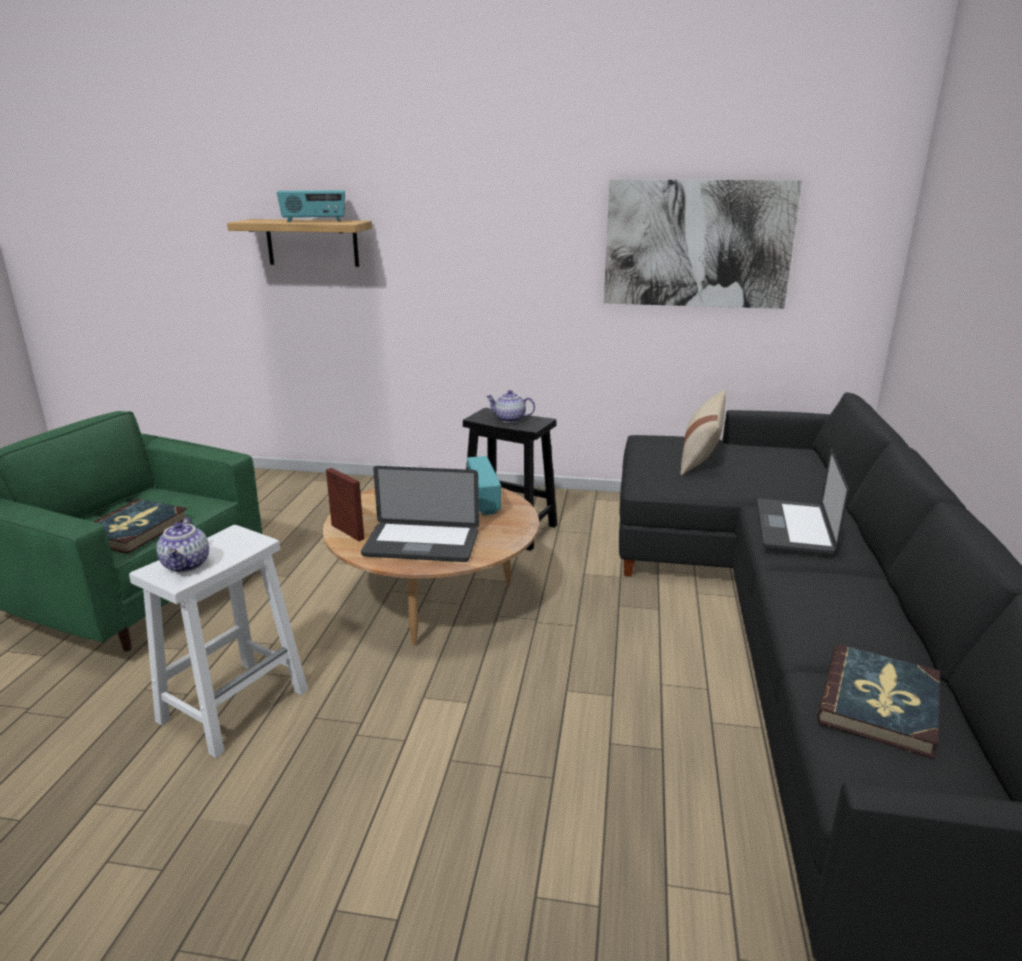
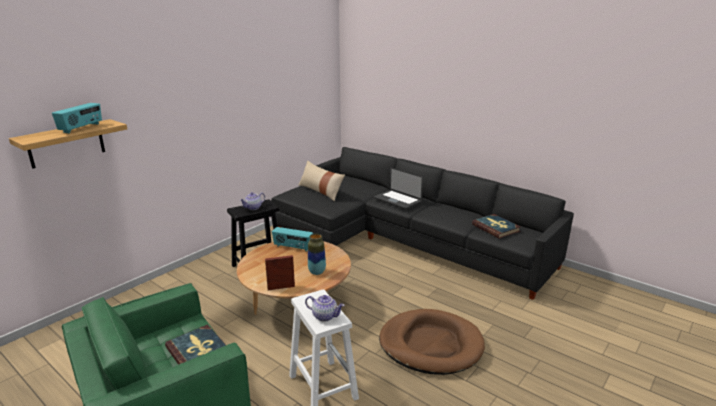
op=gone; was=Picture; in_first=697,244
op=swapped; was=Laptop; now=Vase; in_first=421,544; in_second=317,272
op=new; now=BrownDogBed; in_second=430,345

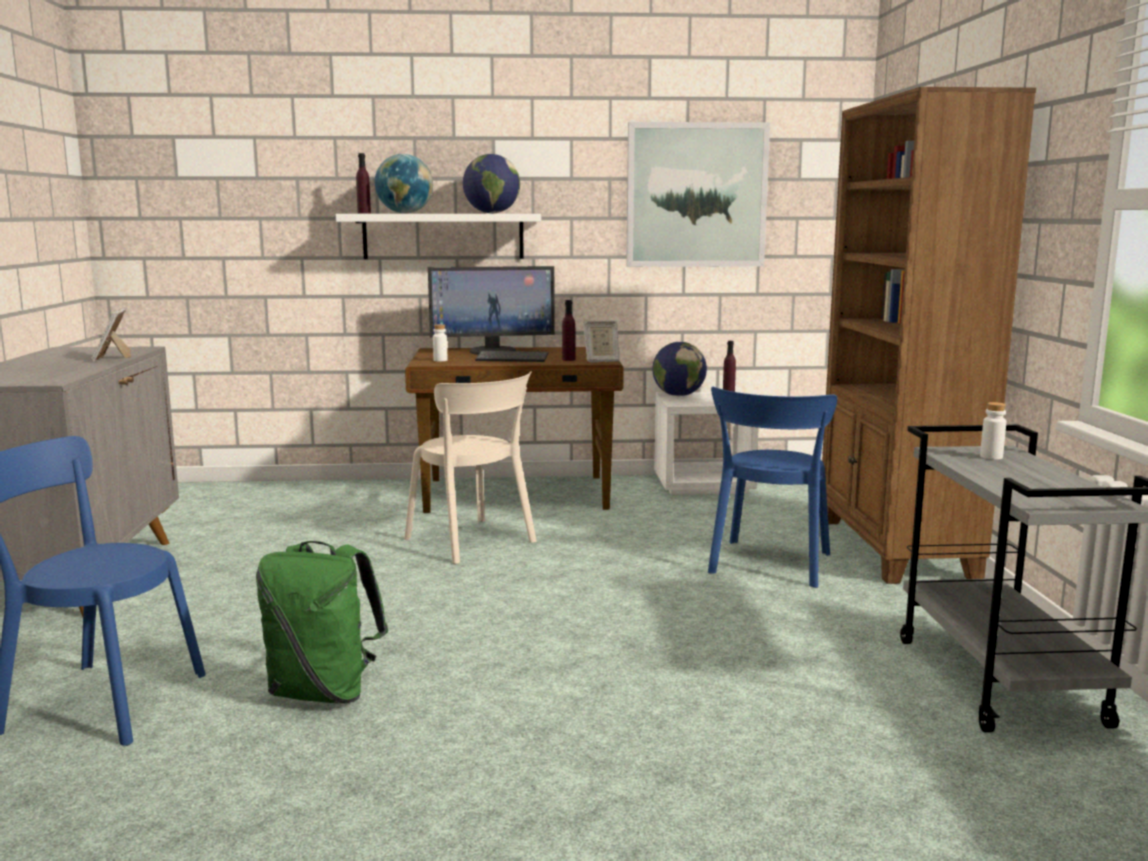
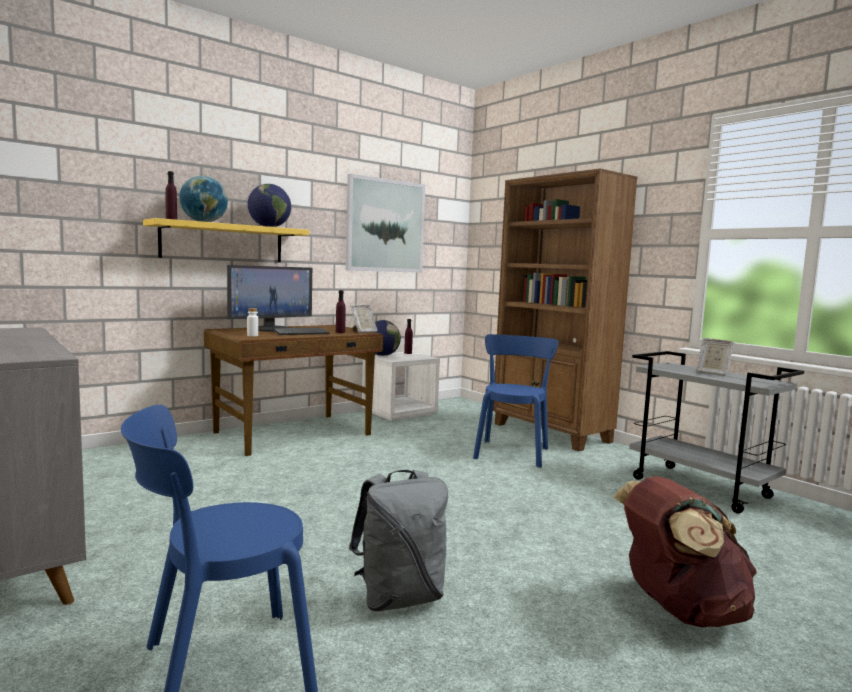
op=repainted; was=WhiteShelf; now=YellowShelf; in_first=443,236; in_second=223,242
op=shifted; was=PictureFrame; in_first=111,359; in_second=712,373
op=gone; was=BeigeChair; in_first=473,542
op=rotated; was=BlueChair; in_first=769,565; in_second=512,452; clockwise=-150
op=gone; was=WhiteBottle; in_first=991,457
op=repainted; was=GreenBackpack; now=GreyBackpack; in_first=324,692; in_second=399,598
op=new; now=BrownBackpack; in_second=679,610

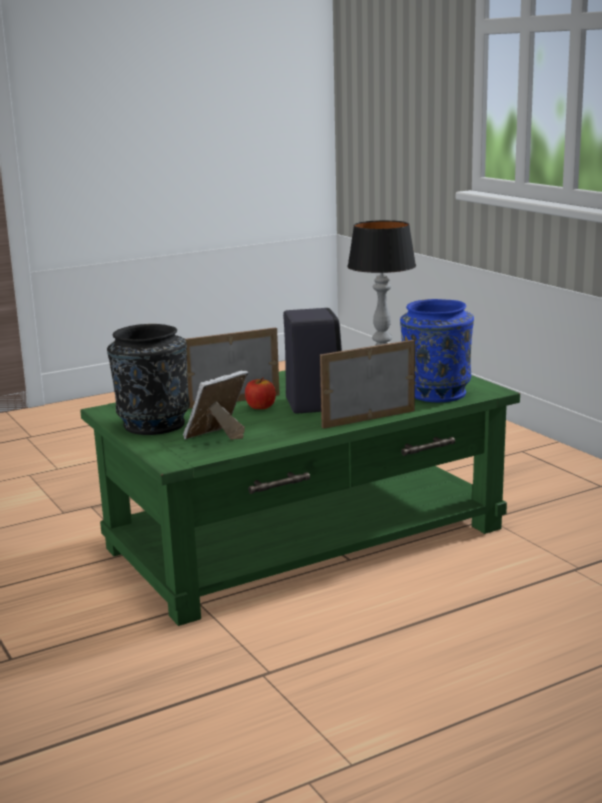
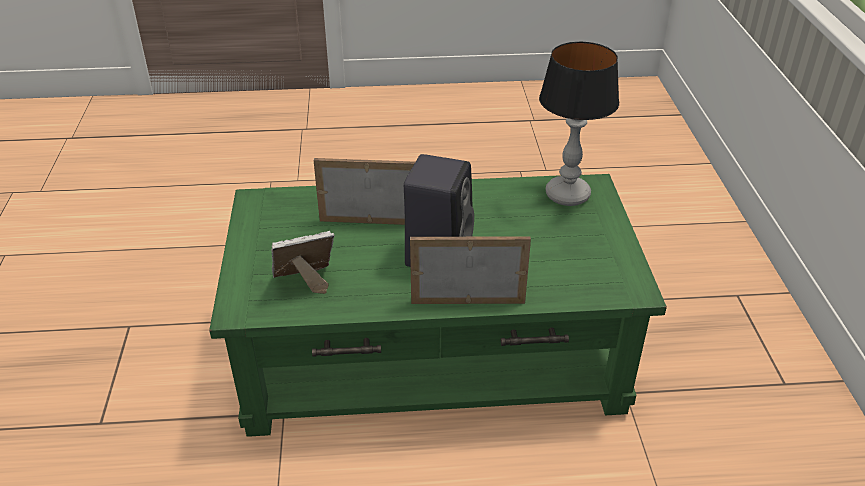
op=gone; was=BlueVase; in_first=435,393
op=gone; was=BlackVase; in_first=152,424
op=gone; was=Apple; in_first=260,407

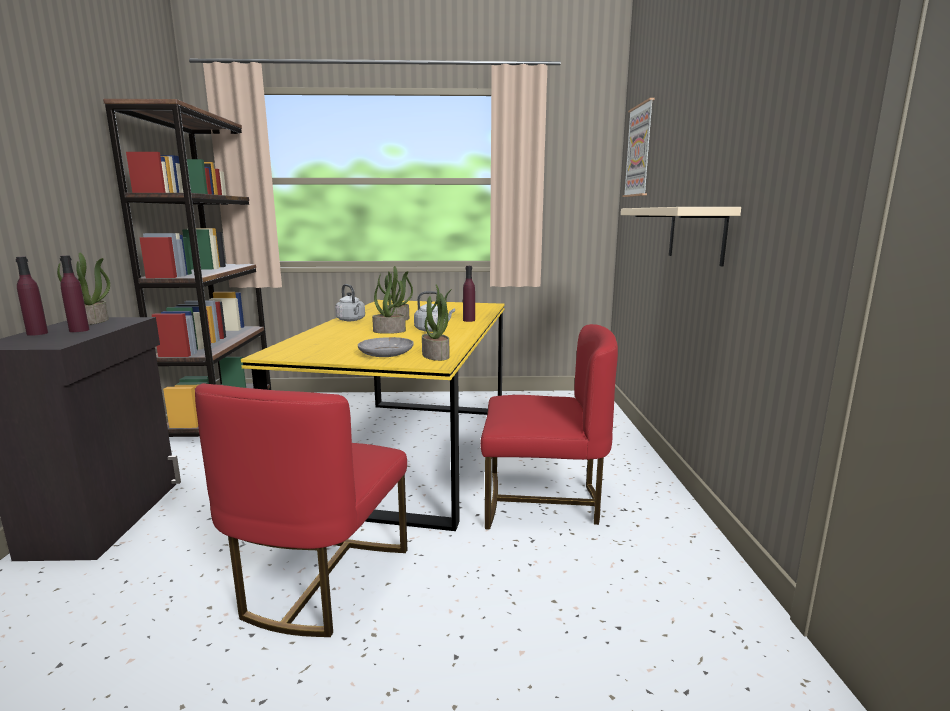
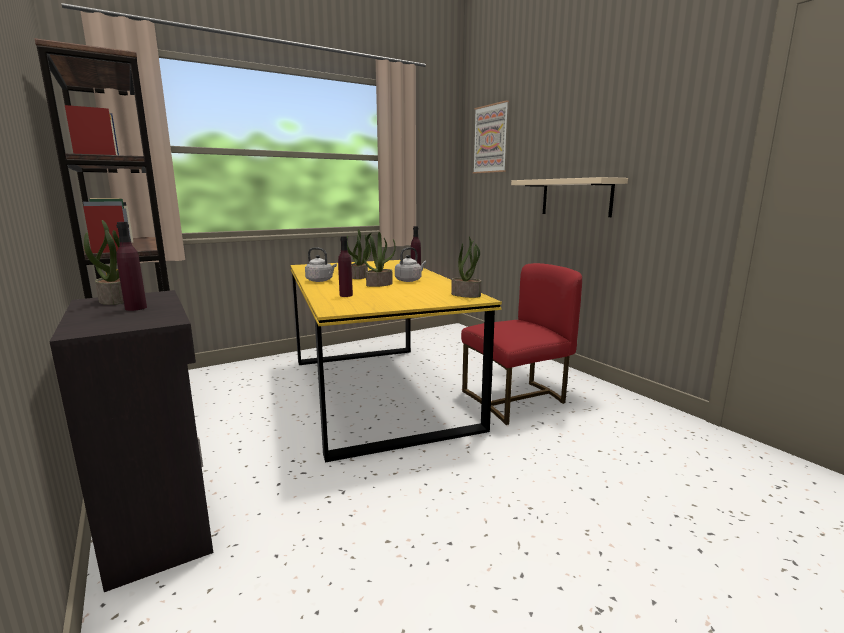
op=shifted; was=PurpleBottle; in_first=37,333; in_second=346,295
op=gone; was=GreyPlate; in_first=386,354
op=gone; was=RedChair; in_first=320,580

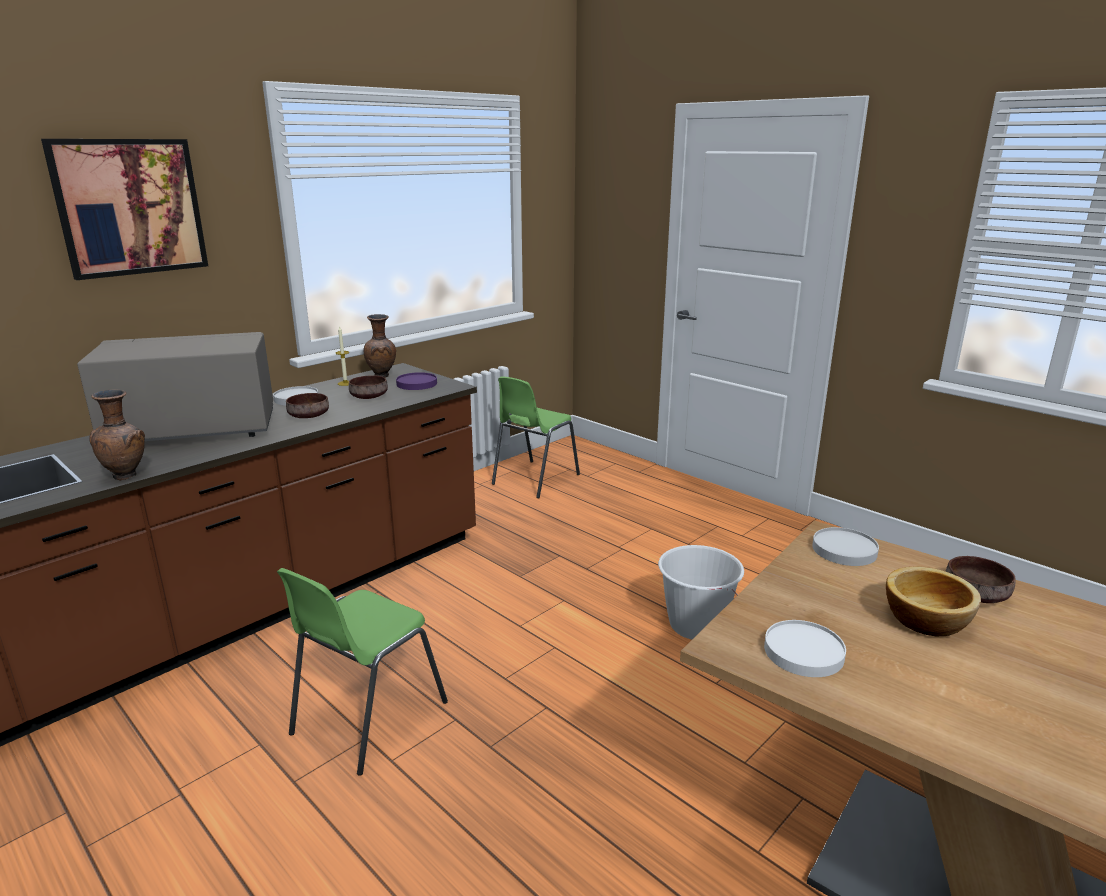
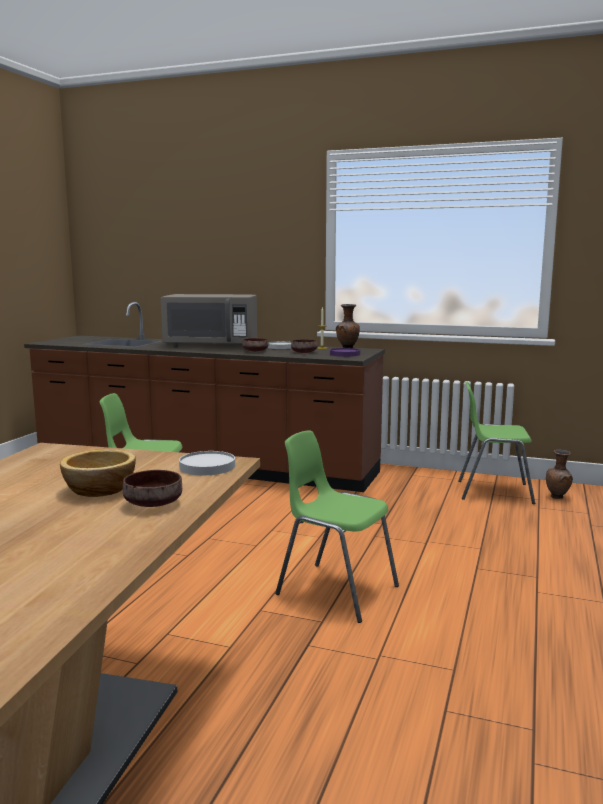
op=gone; was=Picture; in_first=130,207
op=rotated; was=GreyMicrowave; in_first=192,430; in_second=211,345; clockwise=135
op=shifted; was=BrownVase; in_first=127,476; in_second=558,497
op=swapped; was=WhiteBucket; now=GreenChair; in_first=695,625; in_second=336,590
op=gone; was=WhitePlate; in_first=803,652

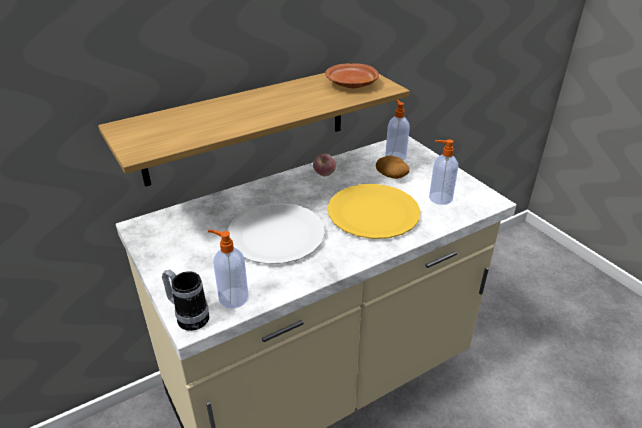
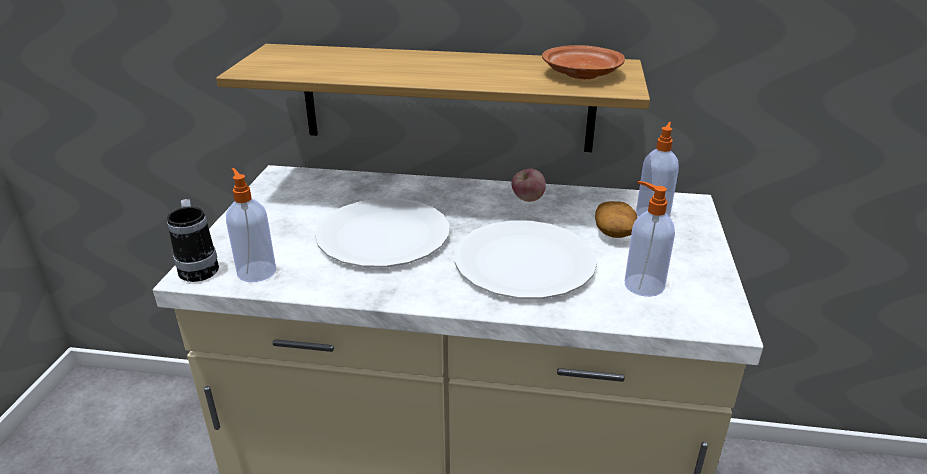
op=repainted; was=YellowPlate; now=WhitePlate; in_first=373,213; in_second=524,262

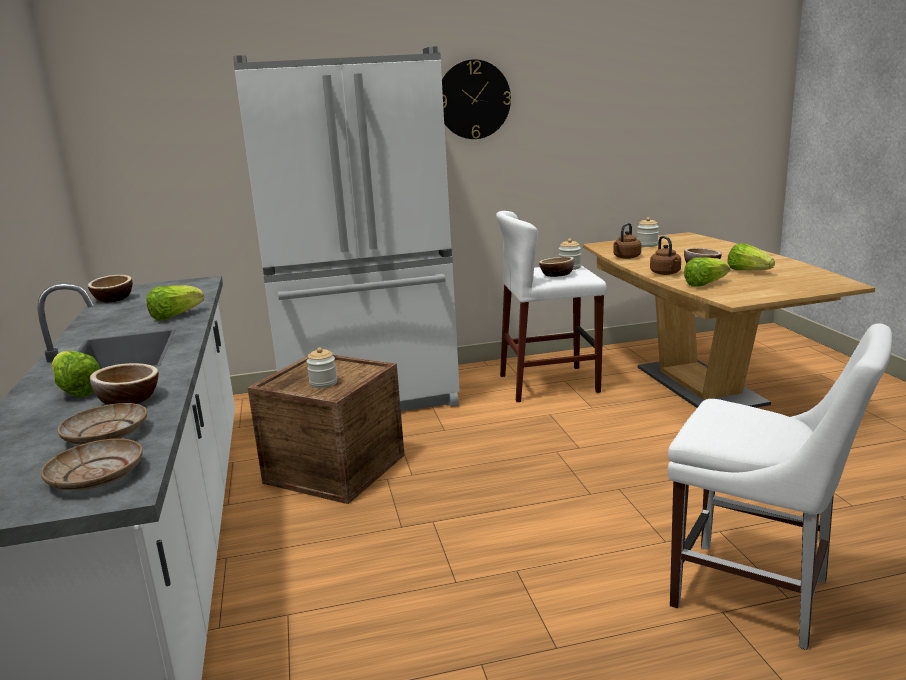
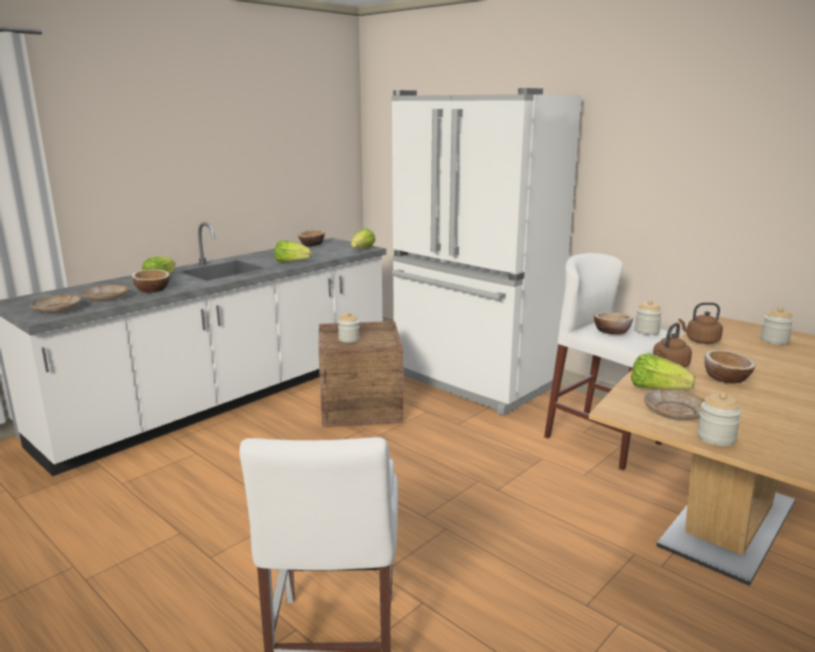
op=gone; was=WallClock; in_first=473,100
op=shifted; was=Lettuce; in_first=748,271; in_second=362,249
op=new; now=BeigePlate; in_second=674,412
op=new; now=Jar; in_second=716,438

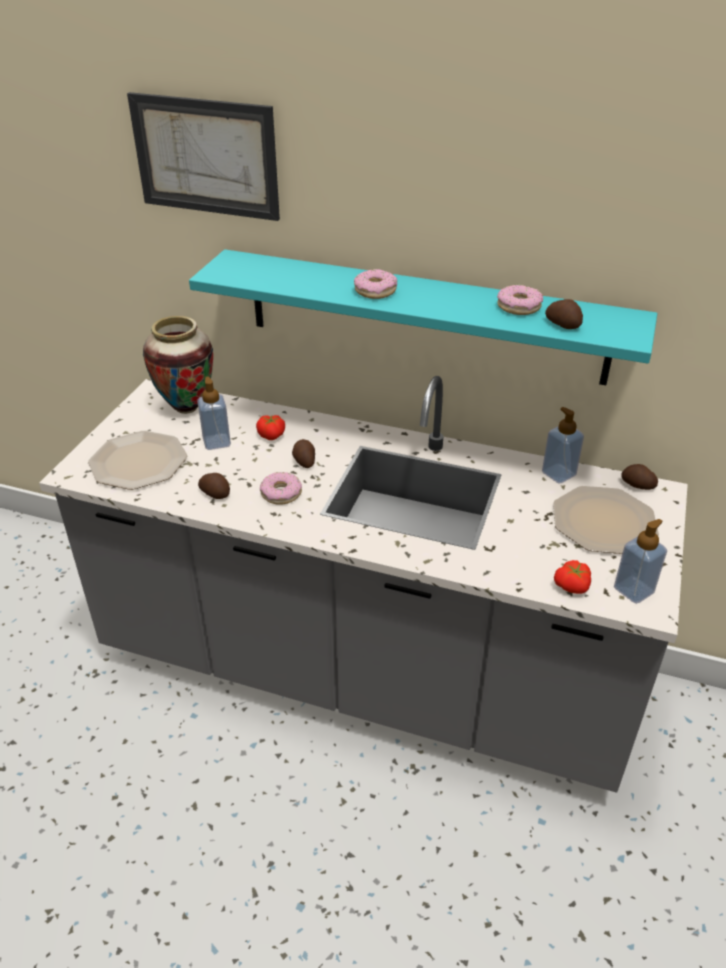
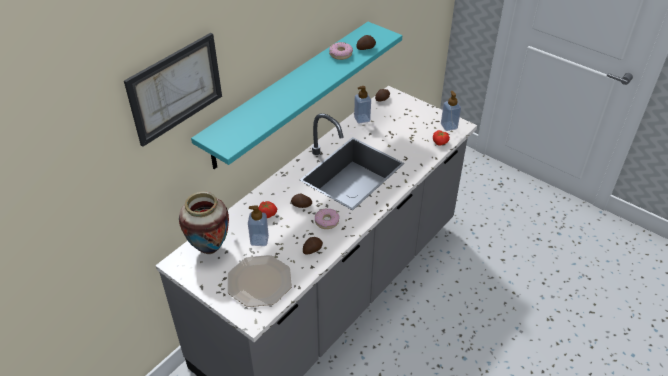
op=gone; was=Donut; in_first=375,291
op=gone; was=Plate; in_first=603,521

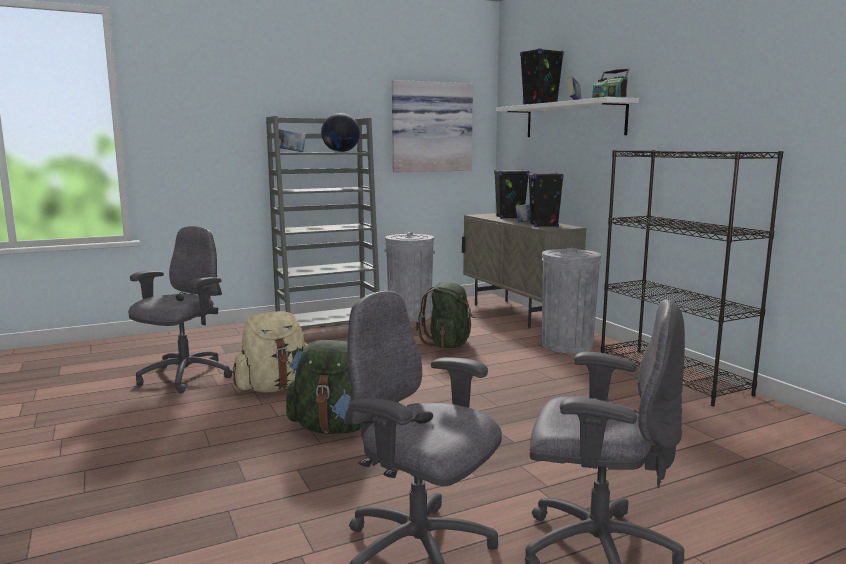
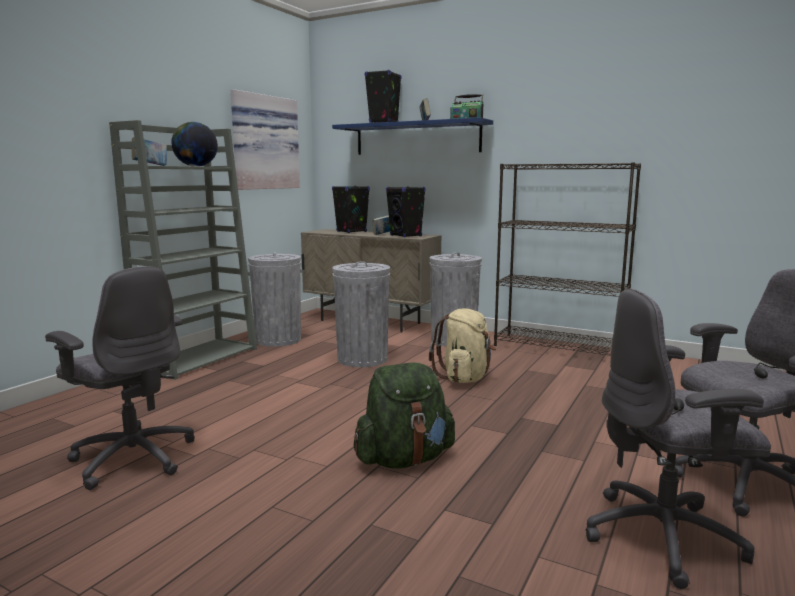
op=repainted; was=WhiteShelf; now=BlueShelf; in_first=573,120; in_second=416,138
op=rotated; was=GreyOfficeChair; in_first=184,377; in_second=133,458; clockwise=135
op=swapped; was=GreenBackpack; now=GreyTrashCan; in_first=448,345; in_second=362,359
op=shifted; was=BeigeBackpack; in_first=275,387; in_second=464,378

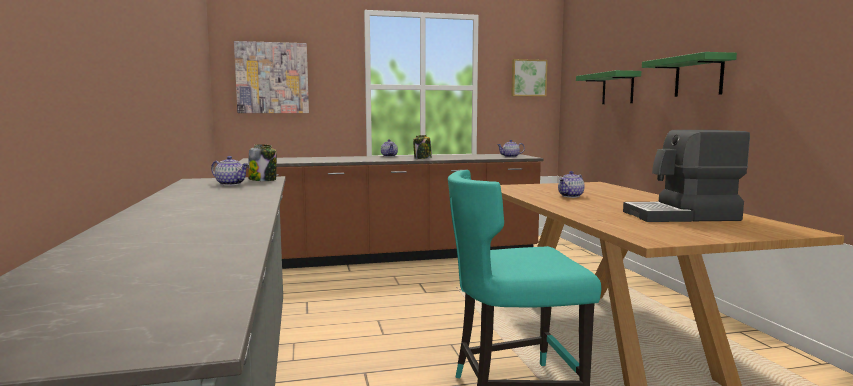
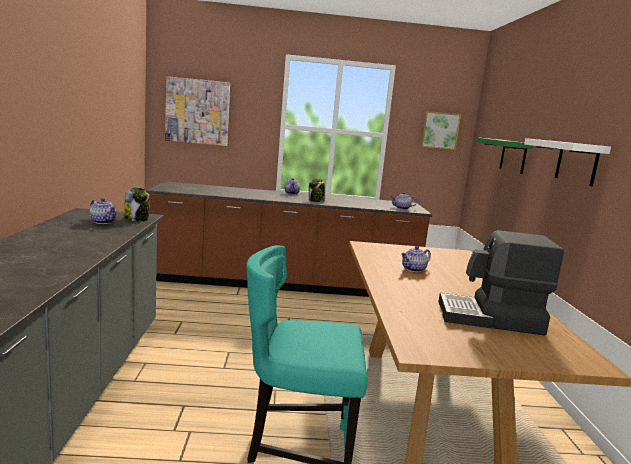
op=repainted; was=GreenShelf; now=WhiteShelf; in_first=698,76; in_second=577,162

